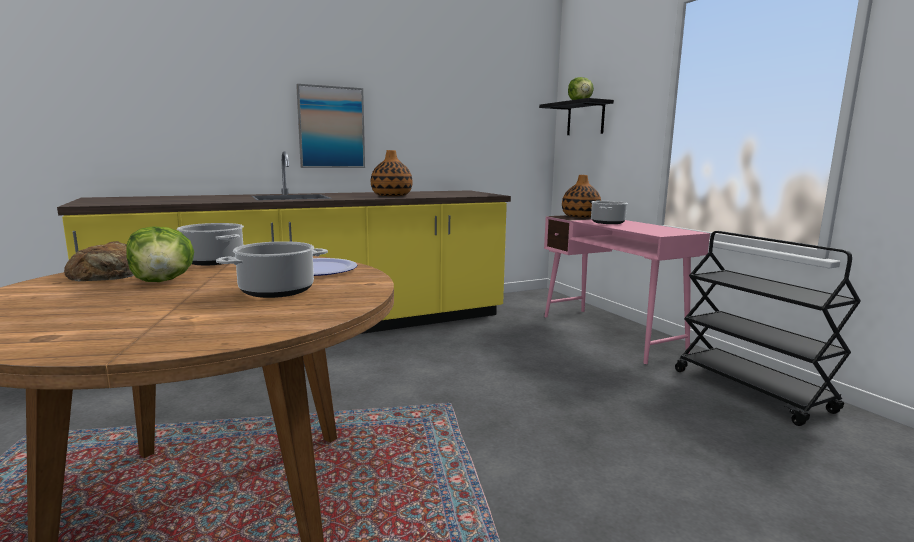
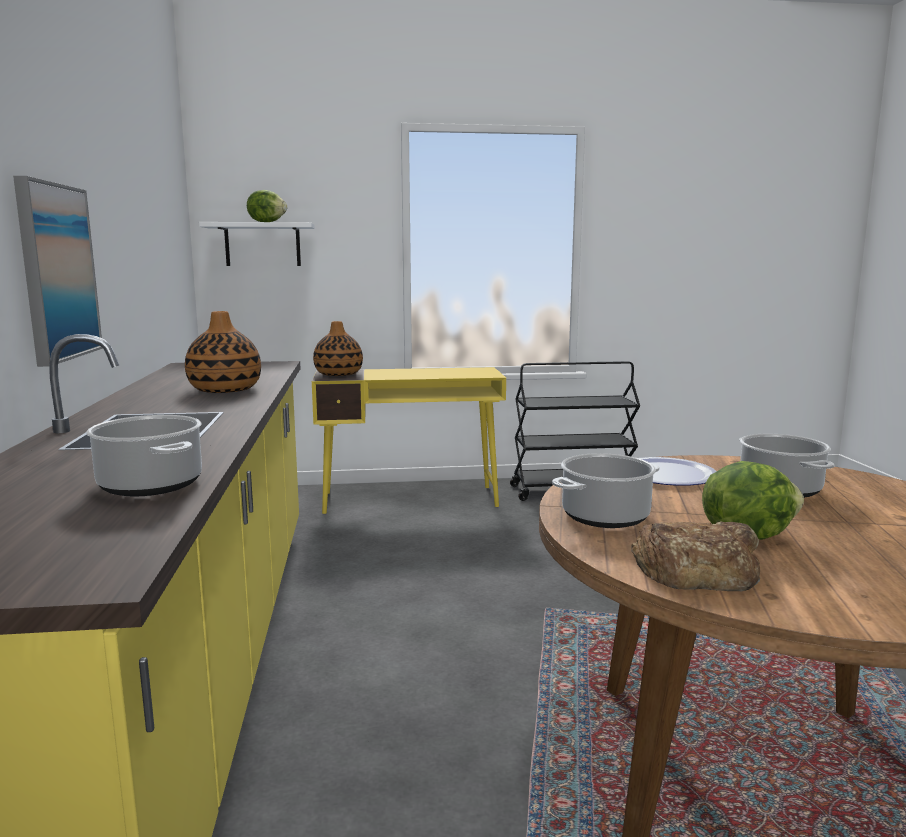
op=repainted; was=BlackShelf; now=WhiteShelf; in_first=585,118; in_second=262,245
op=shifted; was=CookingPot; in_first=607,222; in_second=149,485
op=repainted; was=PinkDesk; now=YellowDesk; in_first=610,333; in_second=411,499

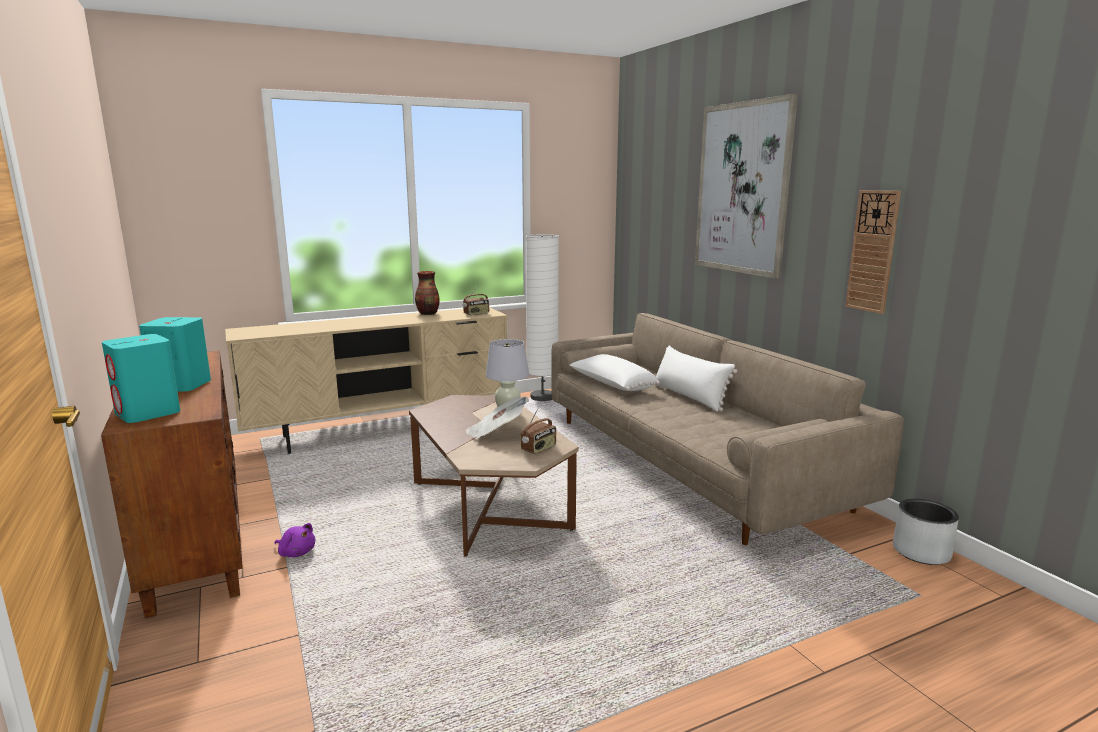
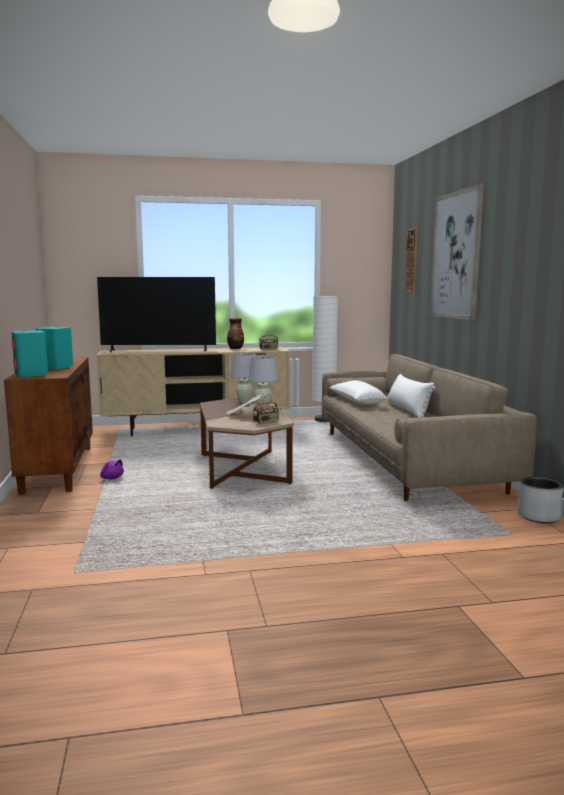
op=shifted; was=WallClock; in_first=873,251; in_second=411,260
op=new; now=Television; in_second=159,351
op=new; now=WhiteTableLamp; in_second=244,401

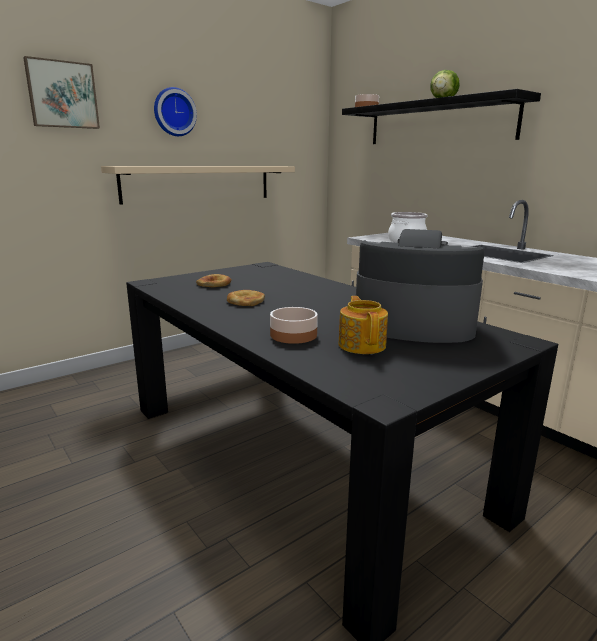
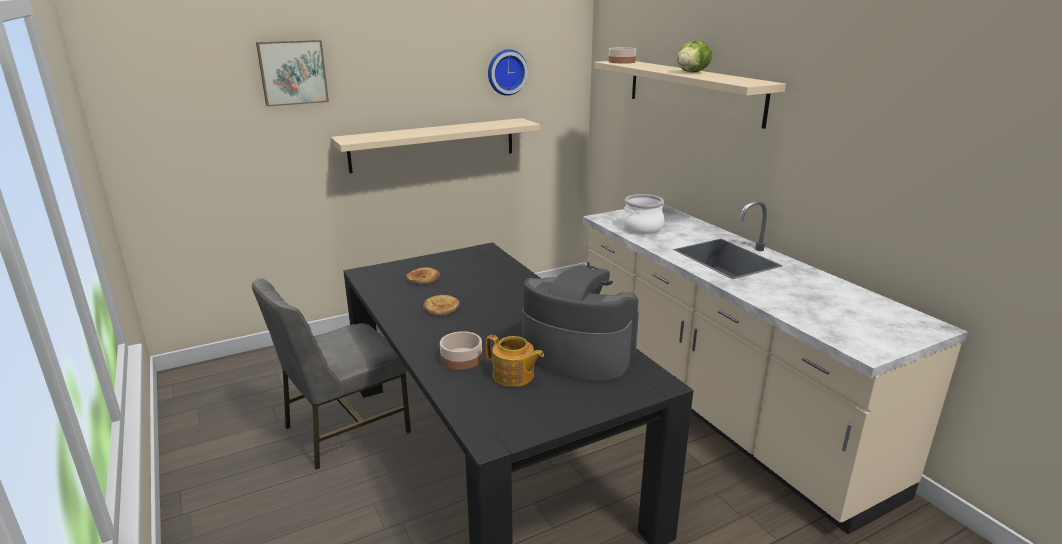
op=shifted; was=WallClock; in_first=174,112; in_second=506,72
op=repainted; was=BlackShelf; now=BeigeShelf; in_first=438,123; in_second=693,91
op=rotated; was=Teapot; in_first=362,345; in_second=514,376; clockwise=120
op=new; now=GreyChair; in_second=344,429

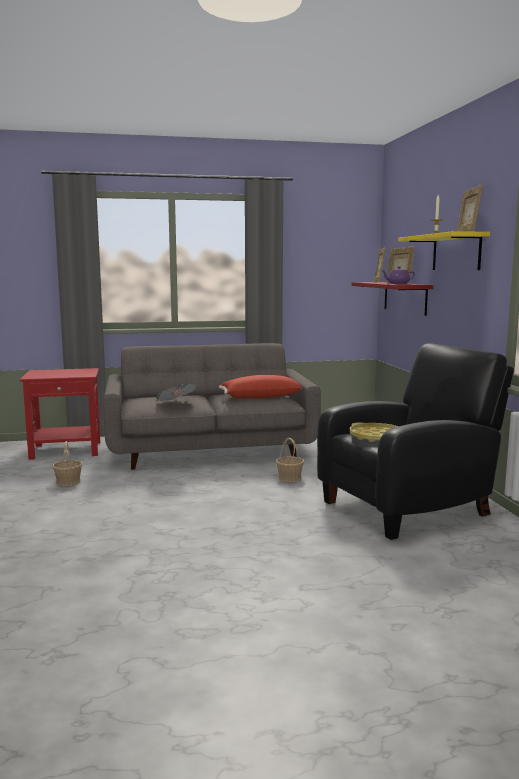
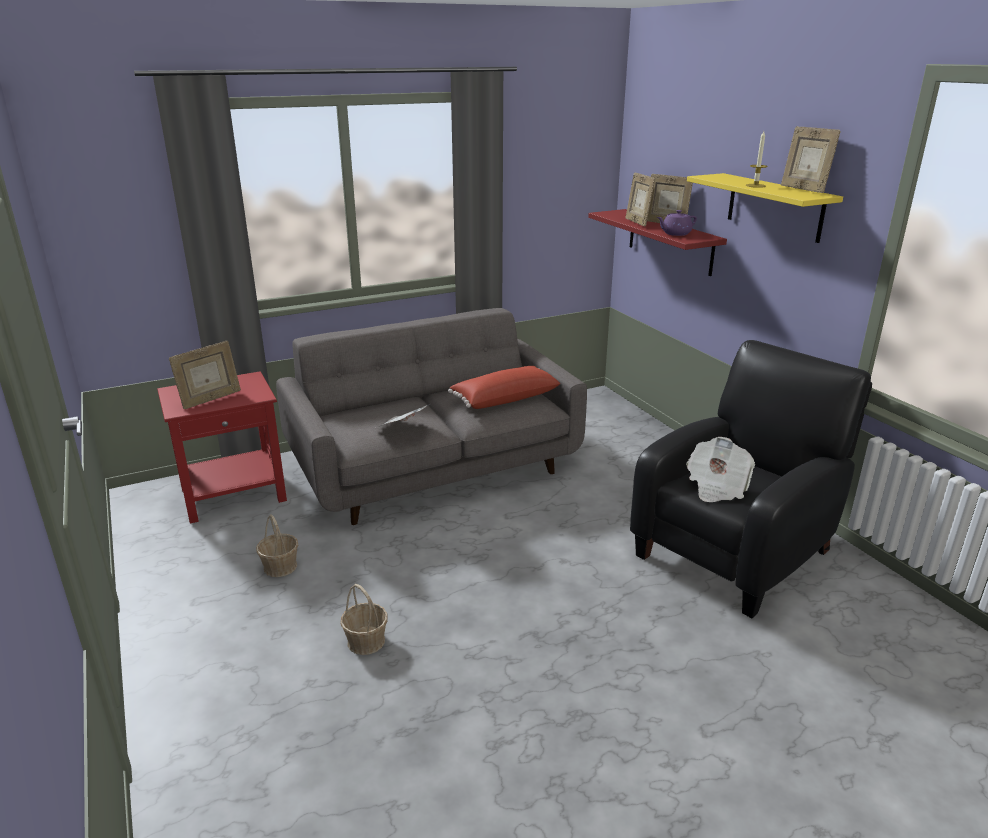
op=swapped; was=YellowTray; now=Newspaper; in_first=376,437; in_second=716,486
op=shifted; was=Basket; in_first=289,478; in_second=366,641
op=new; now=PictureFrame; in_second=210,399

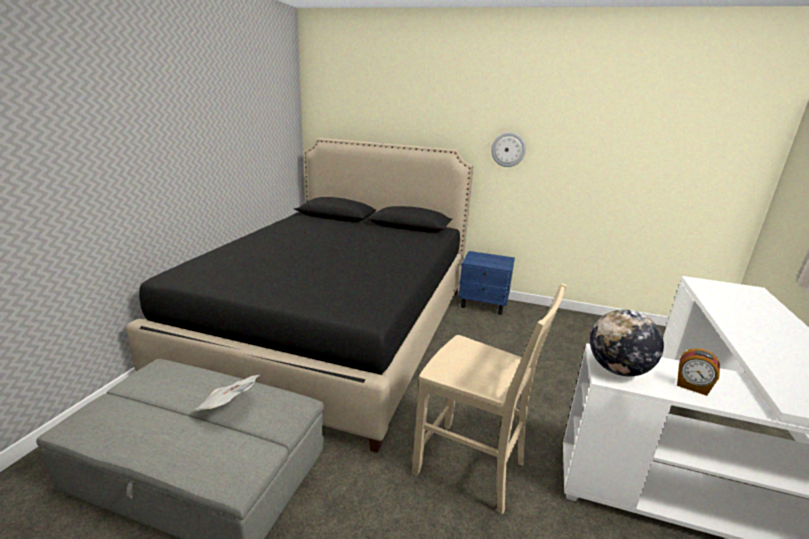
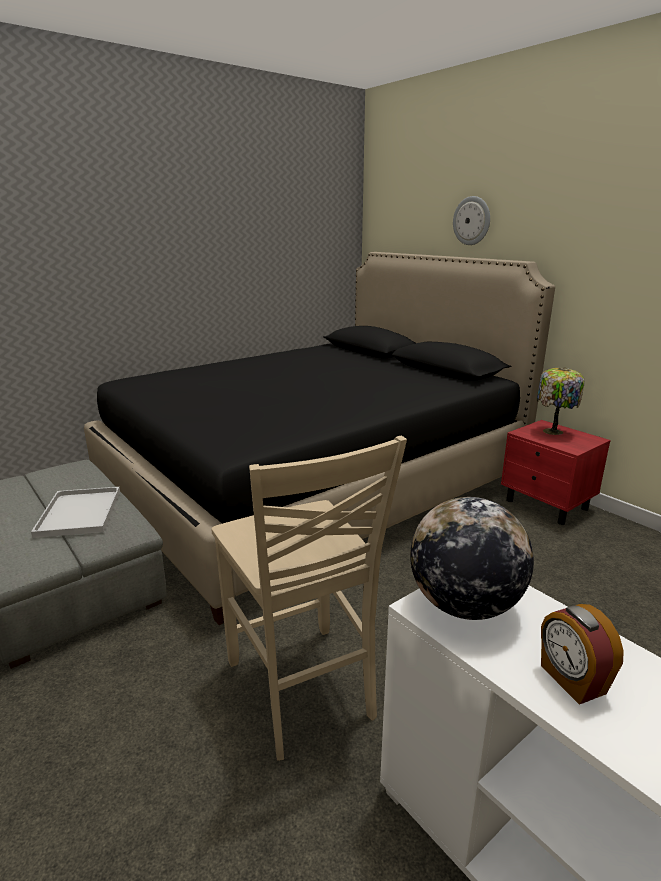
op=shifted; was=WallClock; in_first=508,149; in_second=472,221
op=repainted; was=BlueNightstand; now=RedNightstand; in_first=484,304; in_second=547,505
op=swapped; was=Newspaper; now=WhiteTray; in_first=229,406; in_second=79,512
op=new; now=TableLamp; in_second=552,432

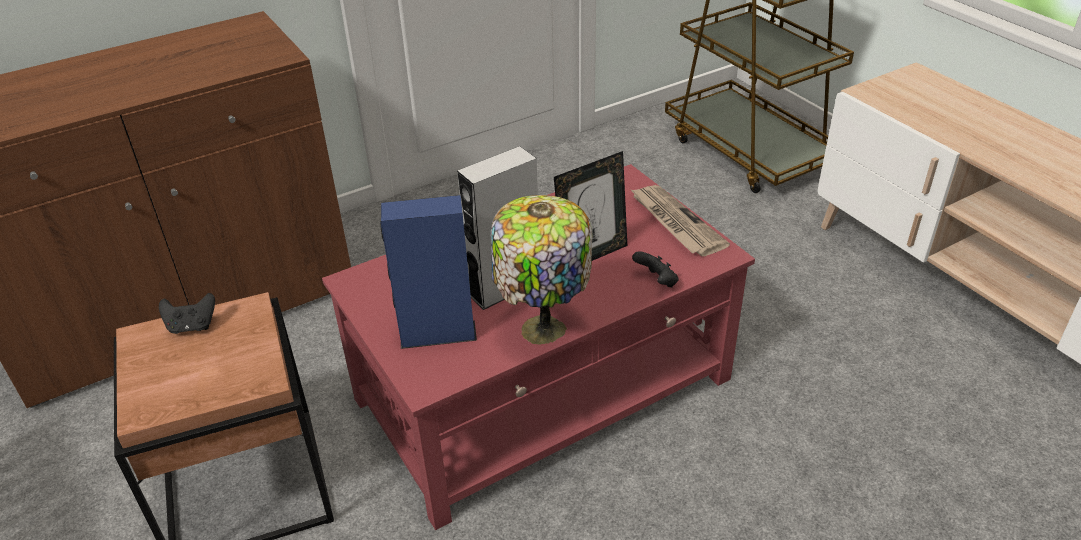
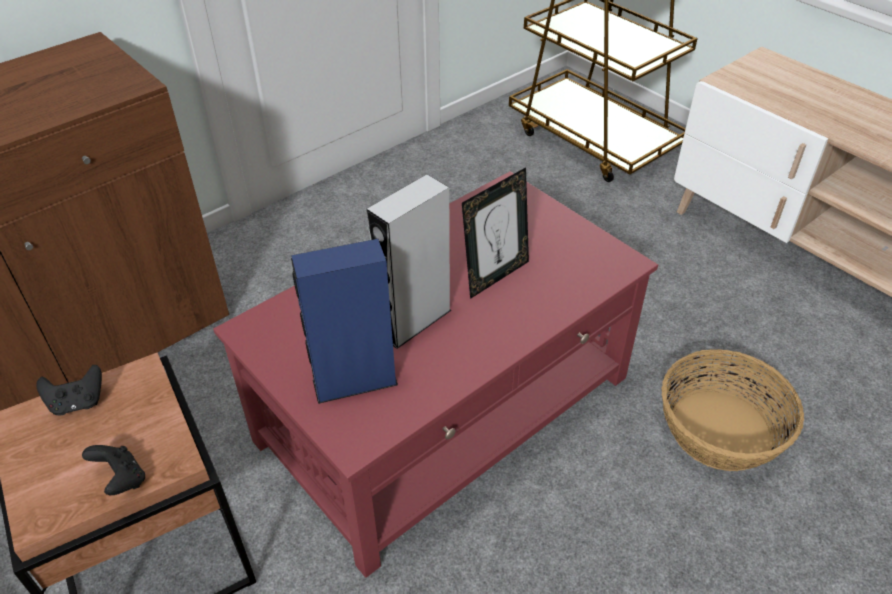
op=gone; was=Newspaper; in_first=675,222
op=gone; was=TableLamp; in_first=542,332
op=shifted; was=BlackGameController; in_first=656,282; in_second=122,480
op=new; now=Basket; in_second=721,430

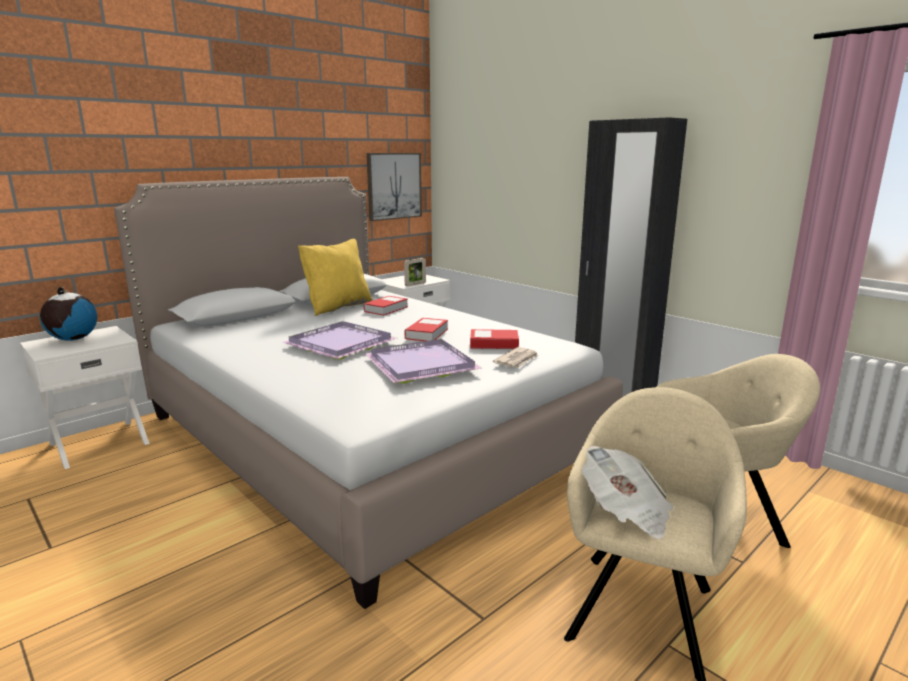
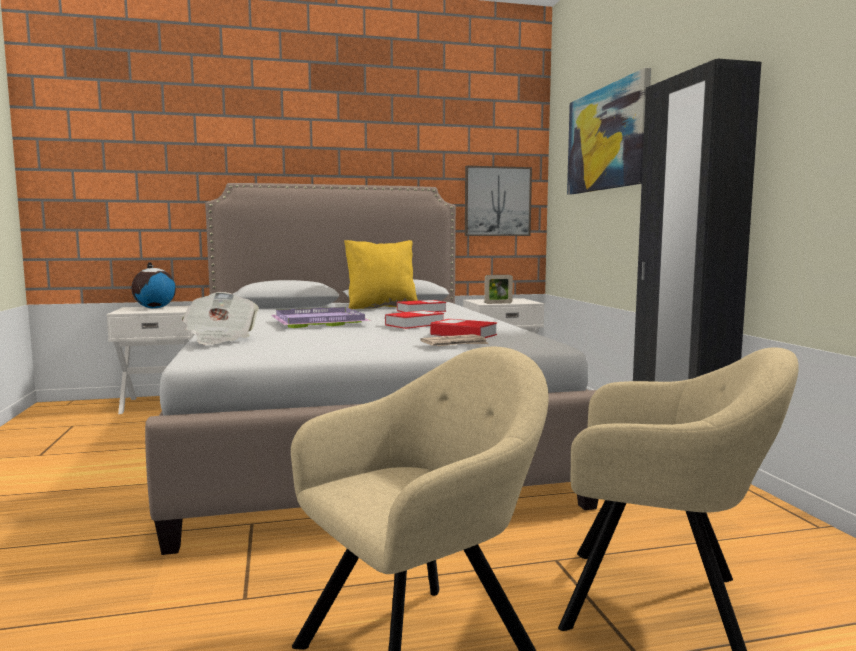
op=gone; was=PurpleTray; in_first=420,365
op=shifted; was=Newspaper; in_first=626,512; in_second=220,338
op=new; now=Picture; in_second=606,139

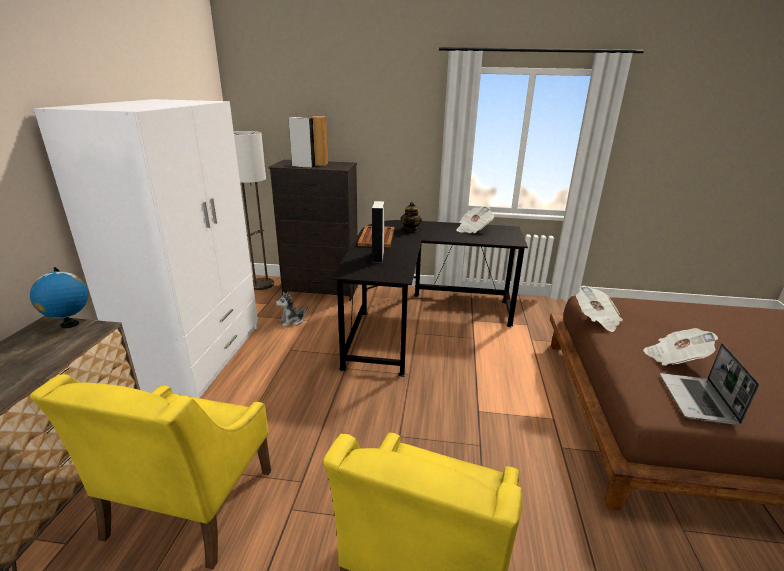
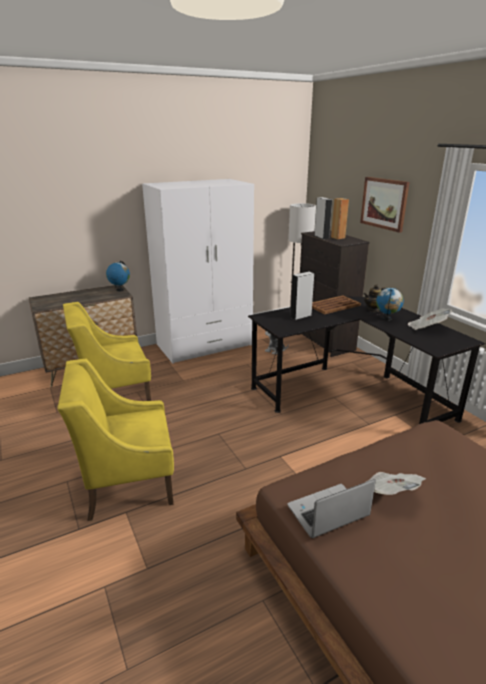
op=gone; was=Newspaper; in_first=596,319
op=new; now=Picture; in_second=384,203
op=new; now=Globe; in_second=387,319

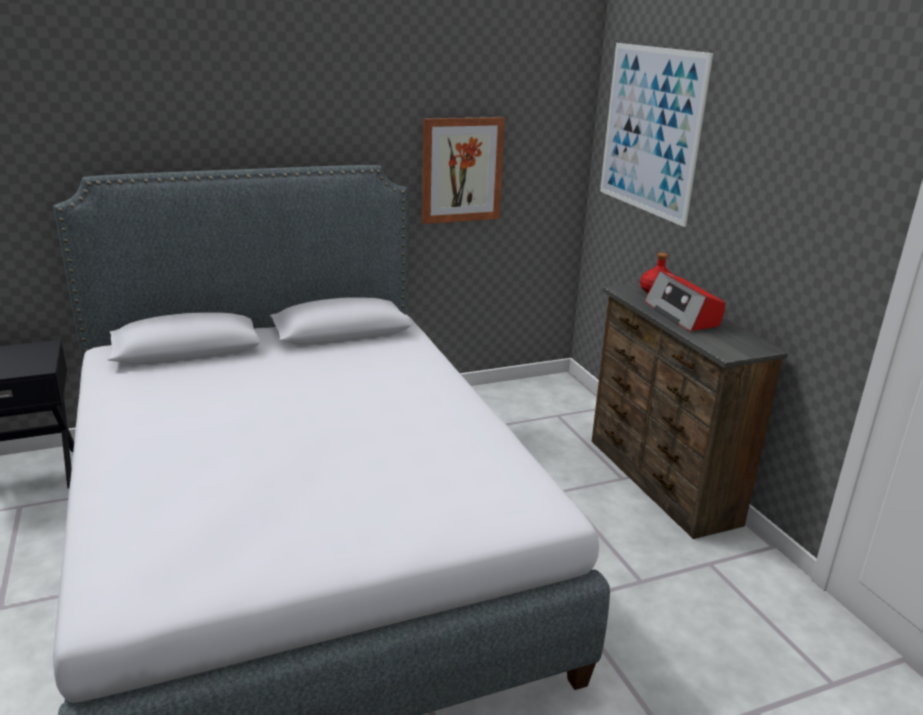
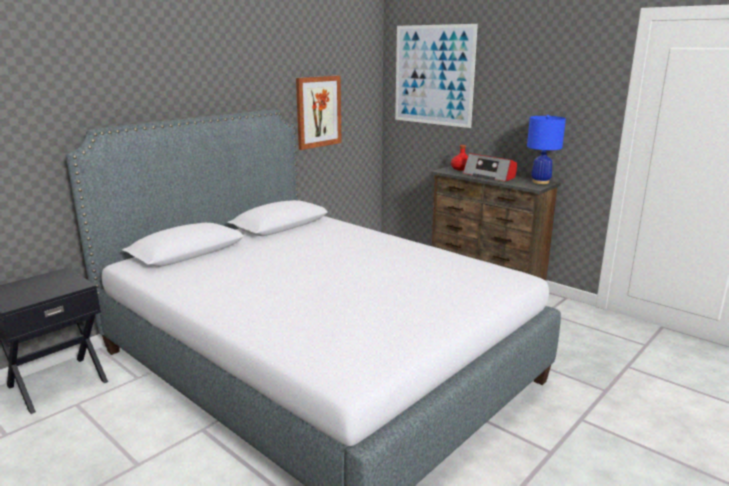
op=new; now=BlueTableLamp; in_second=540,182

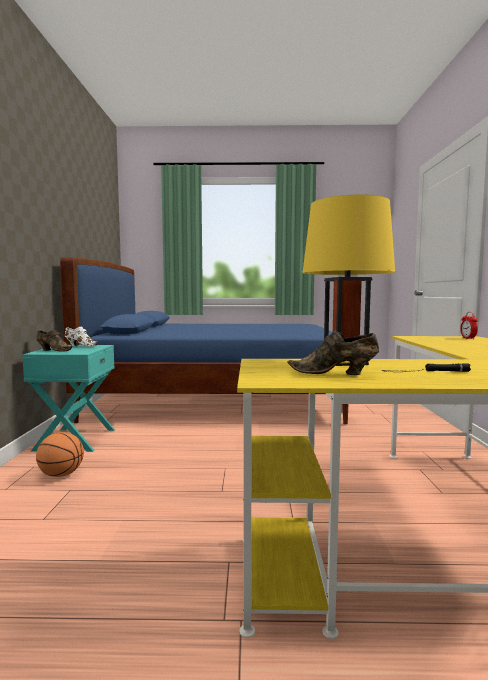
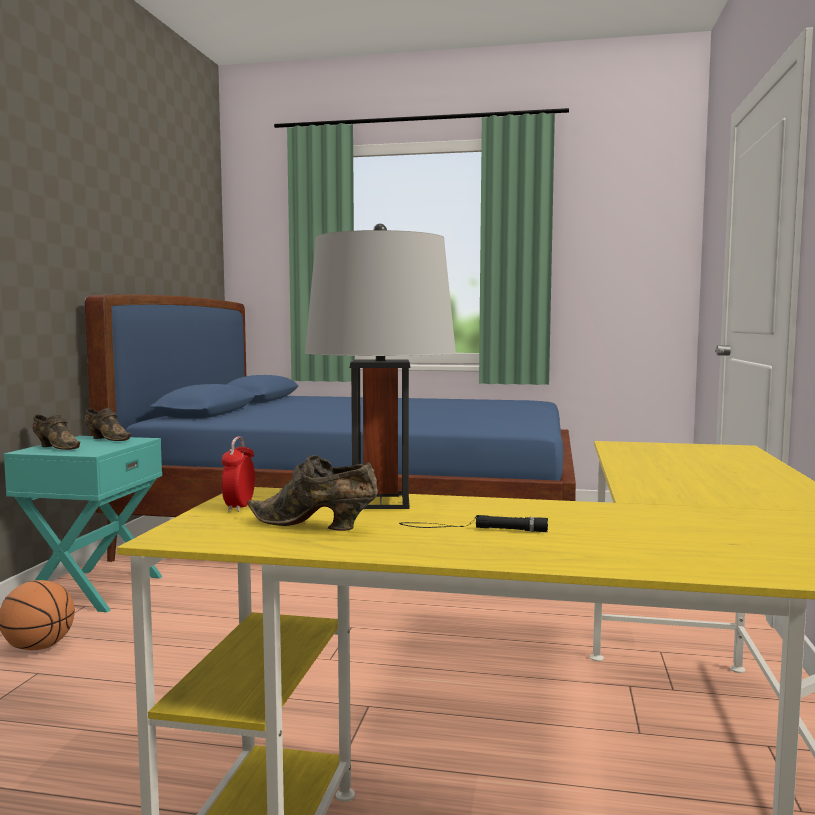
op=repainted; was=YellowTableLamp; now=GreyTableLamp; in_first=344,362; in_second=380,501
op=shifted; was=AlarmClock; in_first=468,338; in_second=239,507
op=repainted; was=WhiteShoe; now=BrownShoe; in_first=80,346; in_second=107,439

